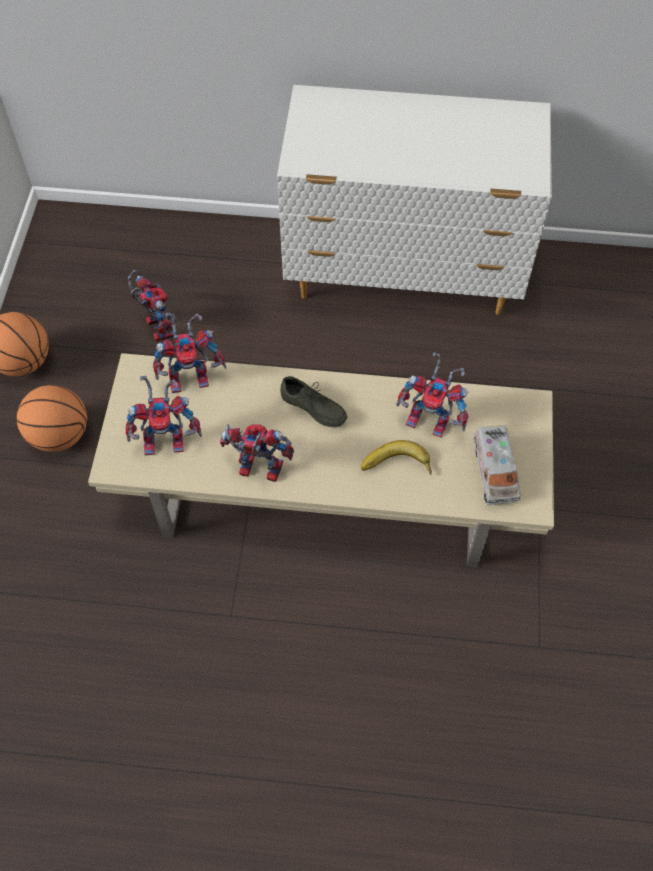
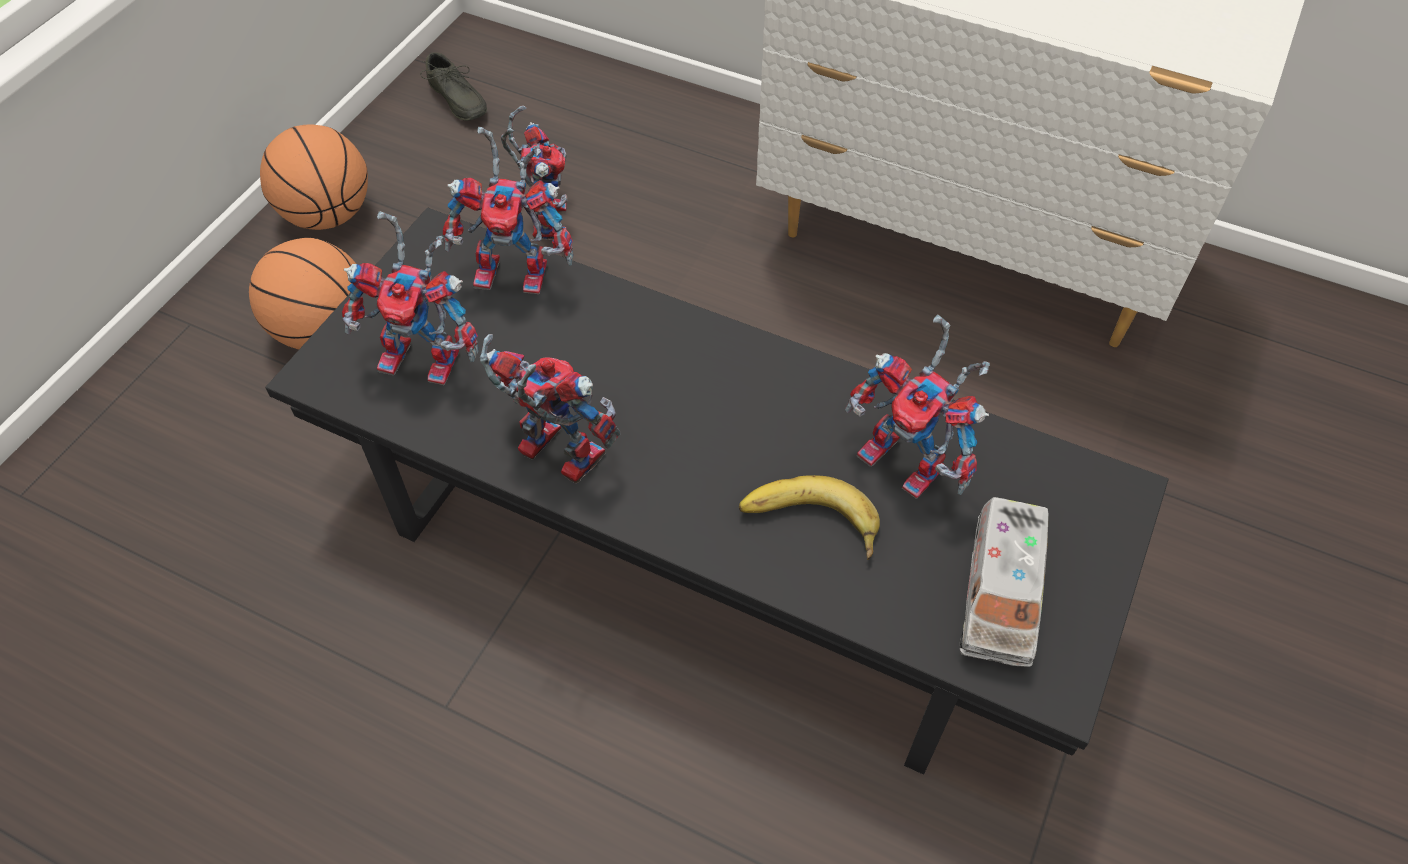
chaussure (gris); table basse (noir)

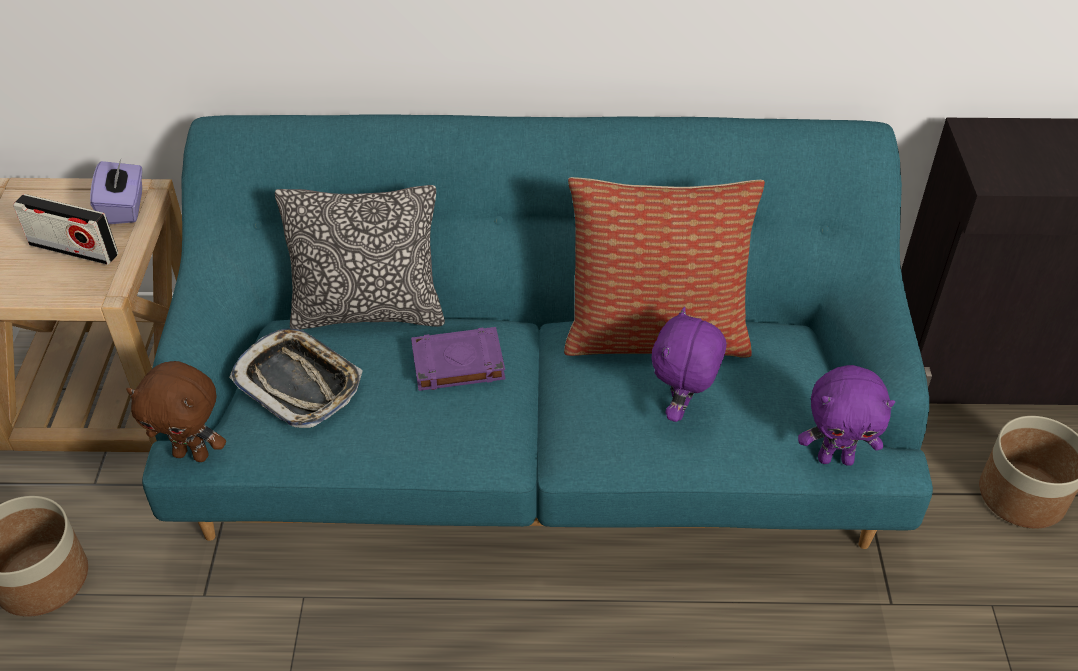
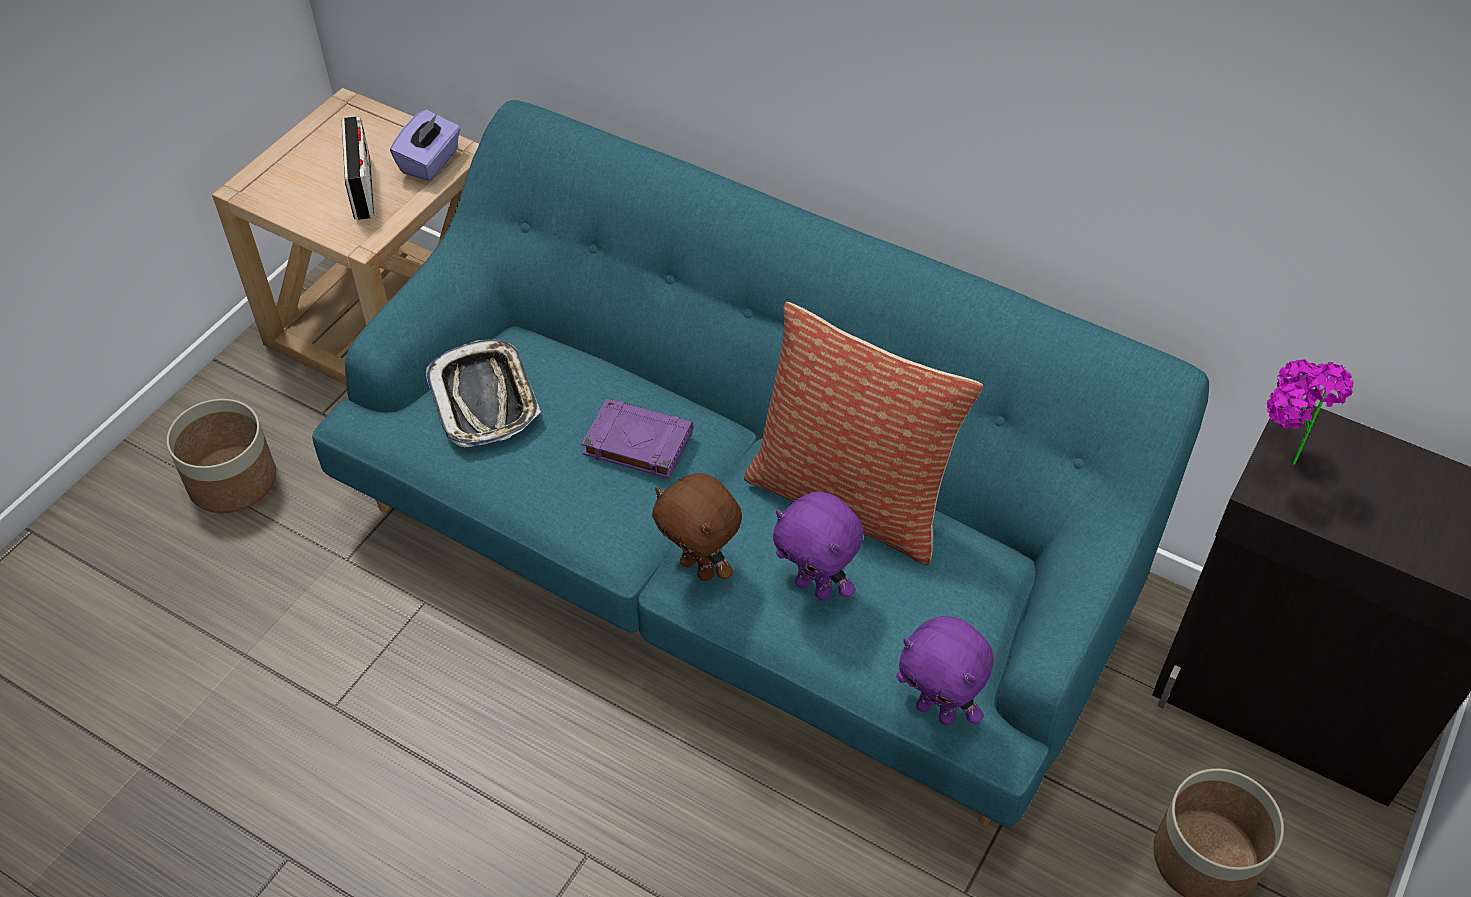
coussin (1st from left in the first image); plante en pot; peluche (marron); radio; peluche (violet) (1st from left)

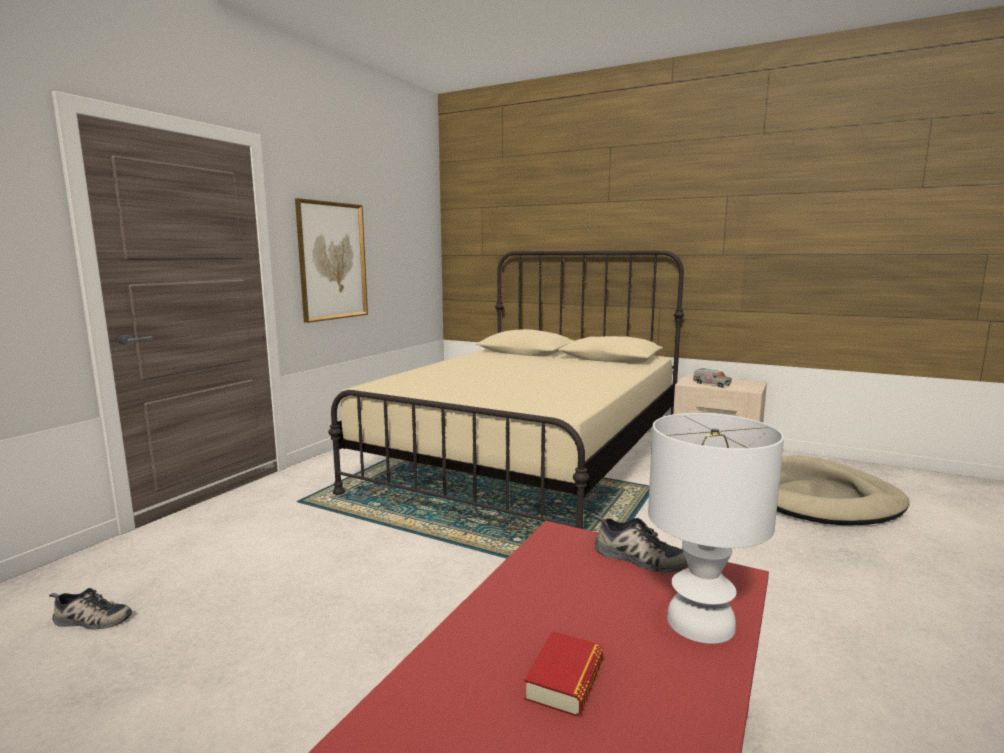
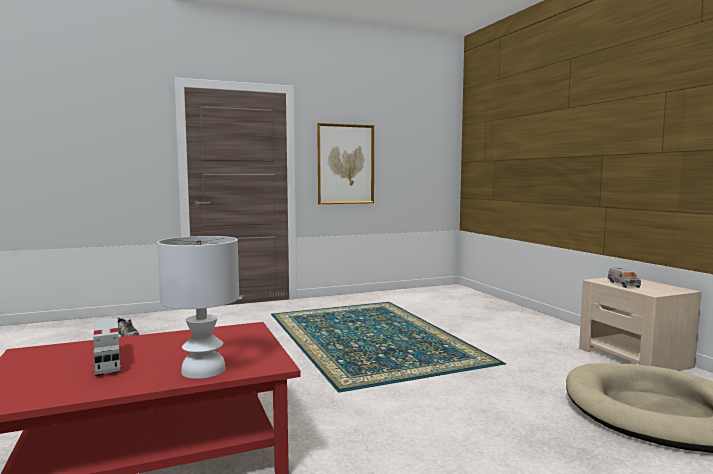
lit (beige); chaussure (2nd from left in the first image); camion jouet (1st from left)

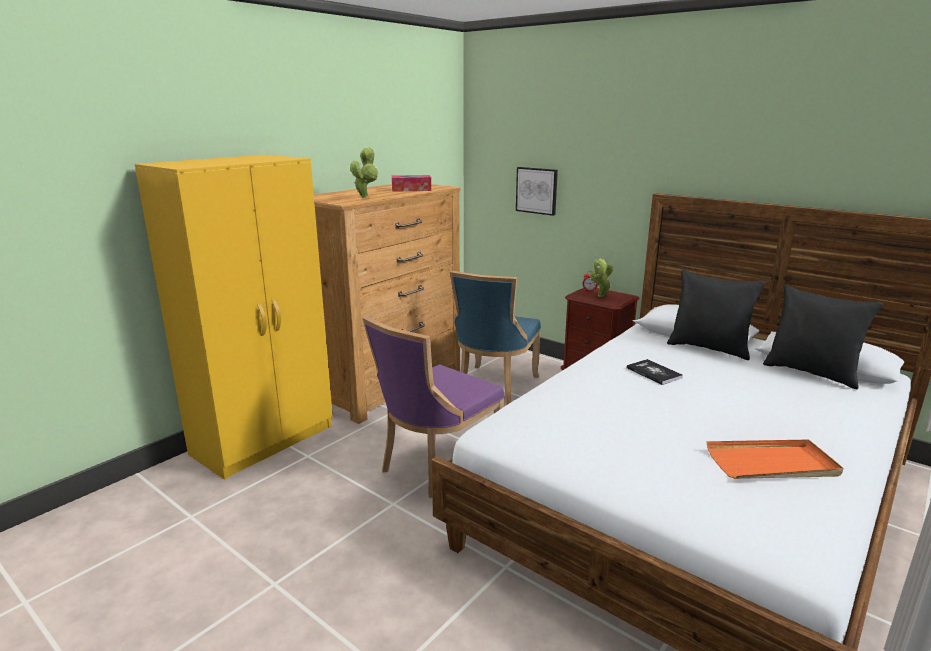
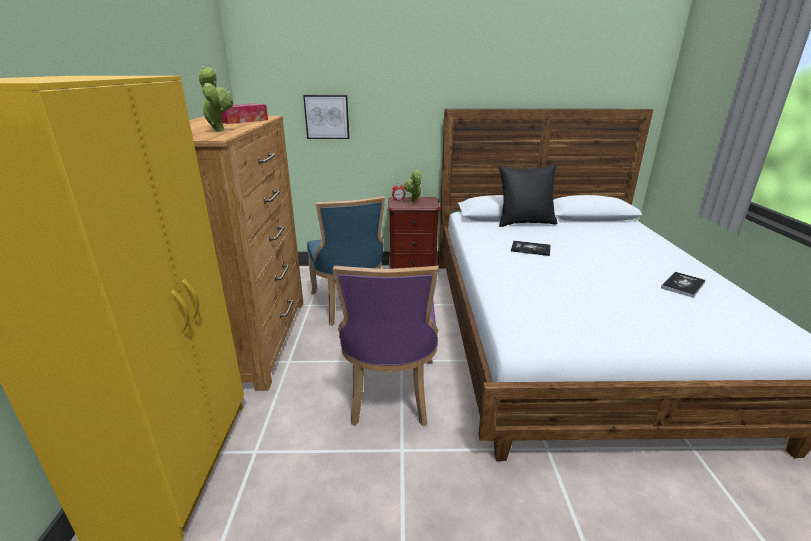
coussin (noir) (2nd from left in the first image); livre (2nd from left)

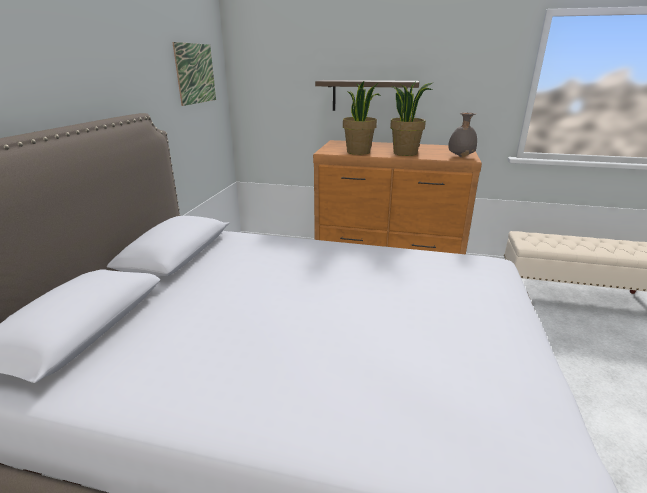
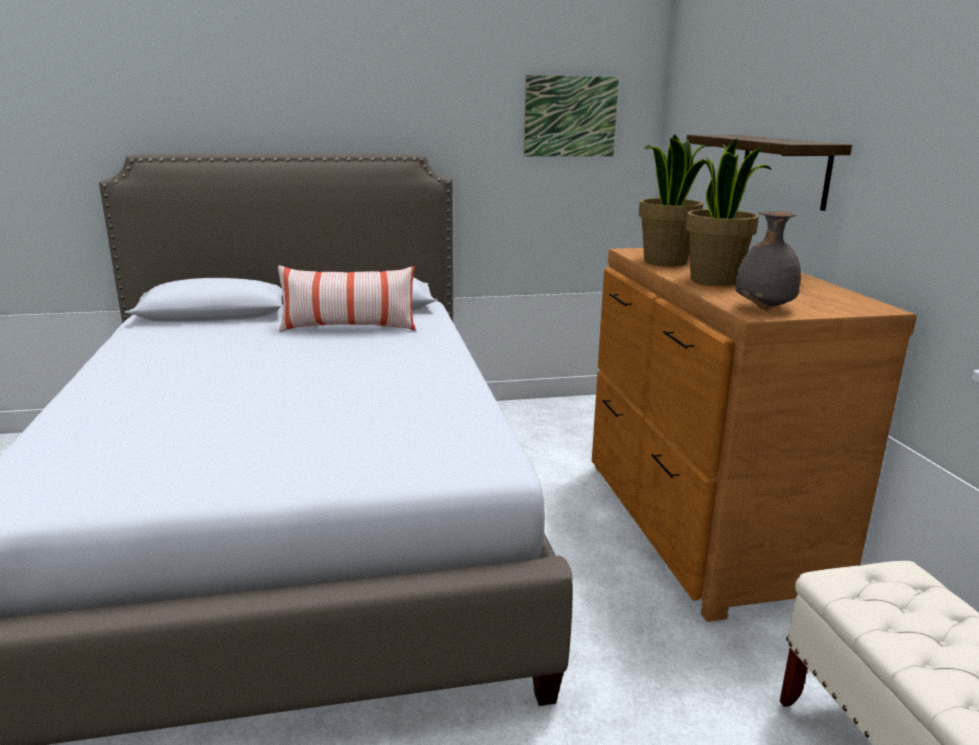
coussin

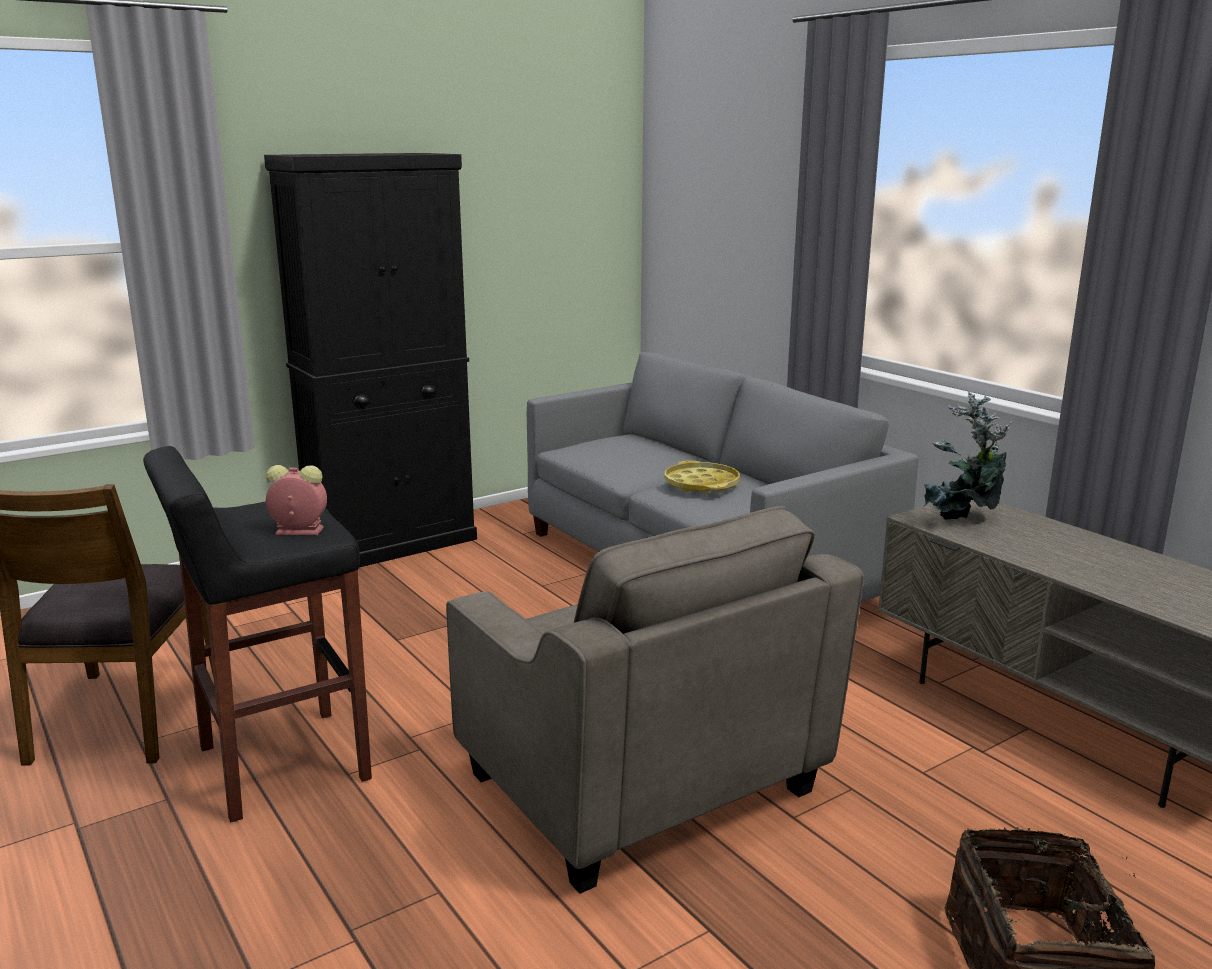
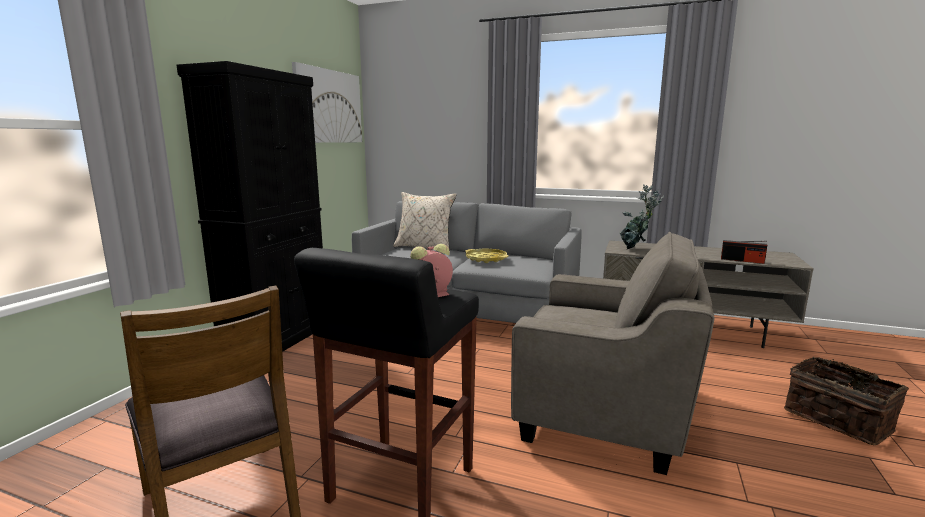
tableau; coussin (beige); radio

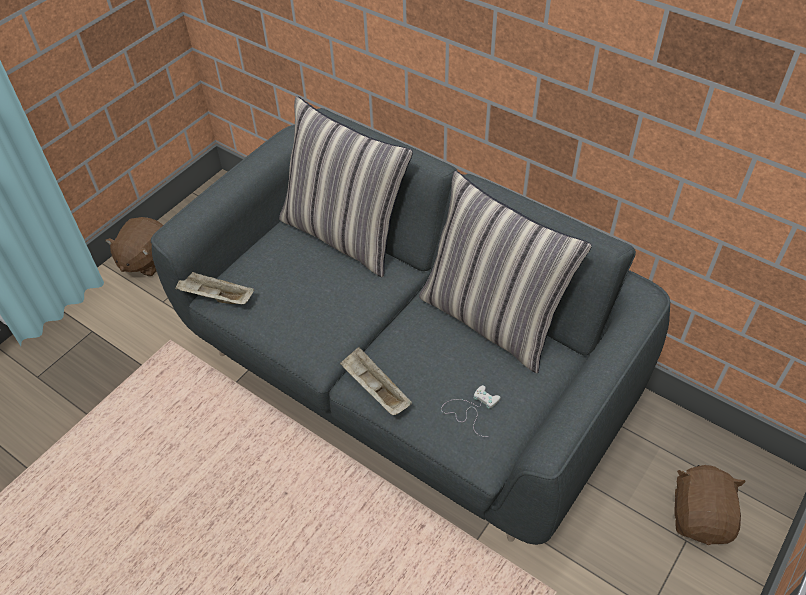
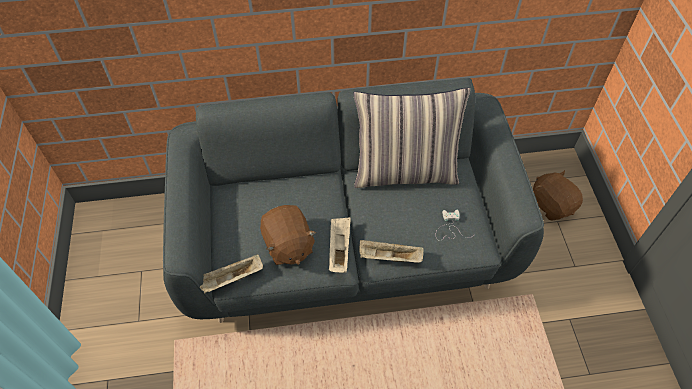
coussin (1st from left in the first image); plateau (beige) (2nd from left); peluche (marron) (1st from left)

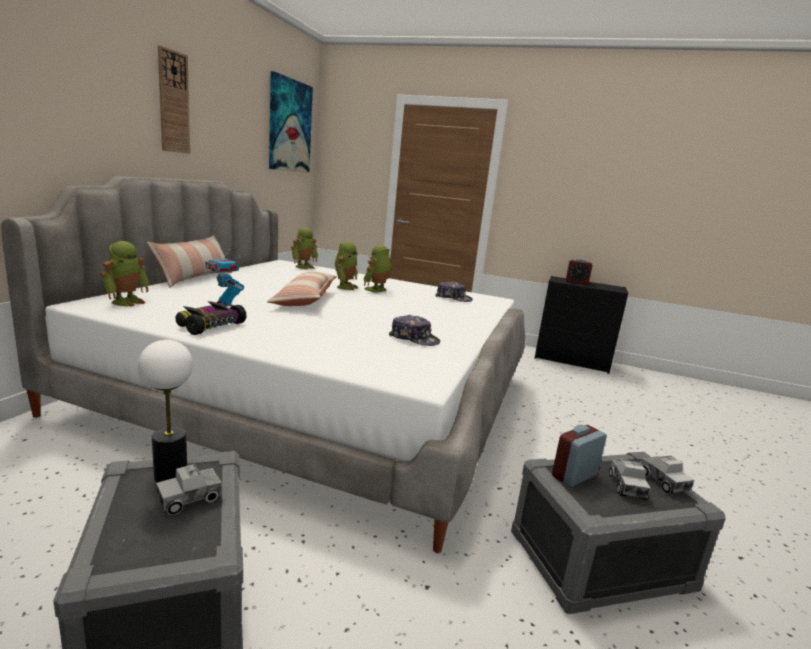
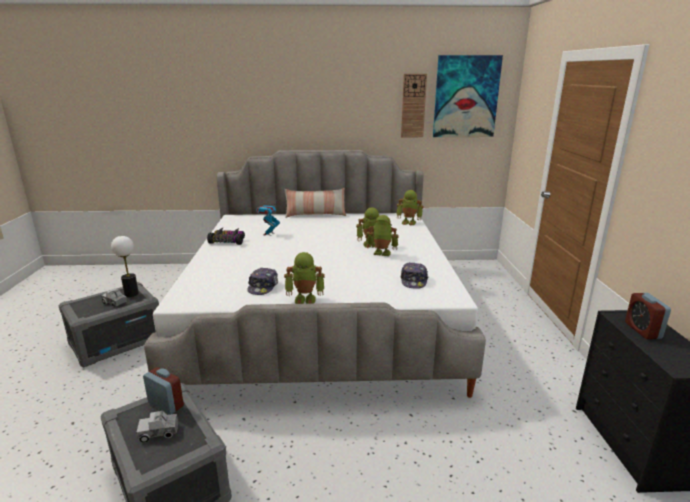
coussin (2nd from left in the first image); camion jouet (3rd from left in the first image); robot jouet (2nd from left); horloge murale

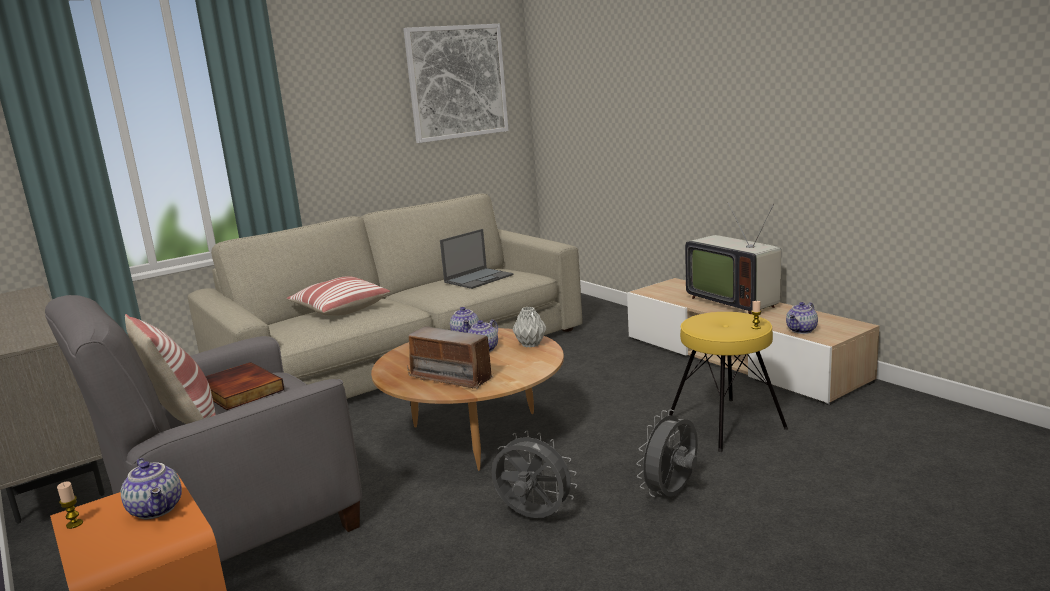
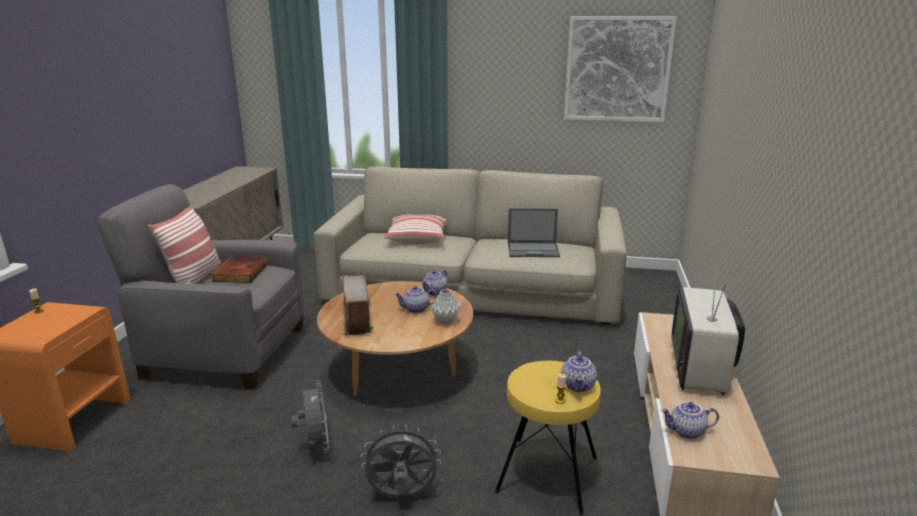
théière (3rd from left)

